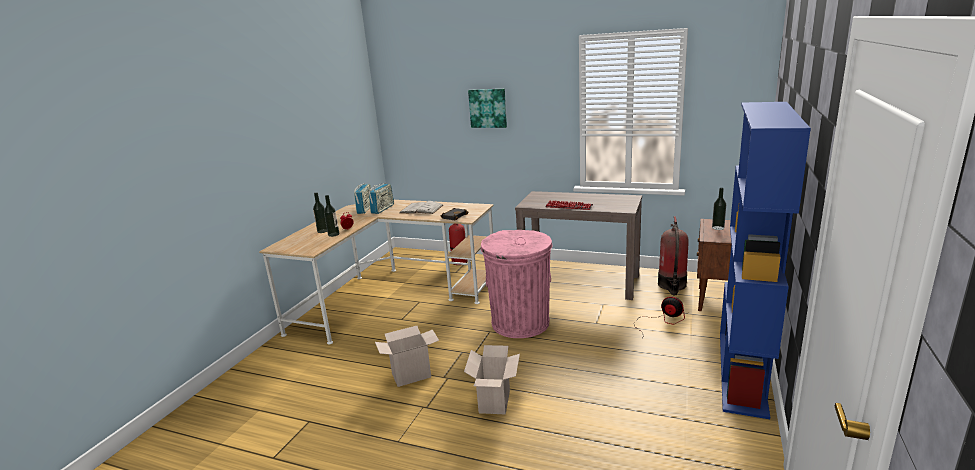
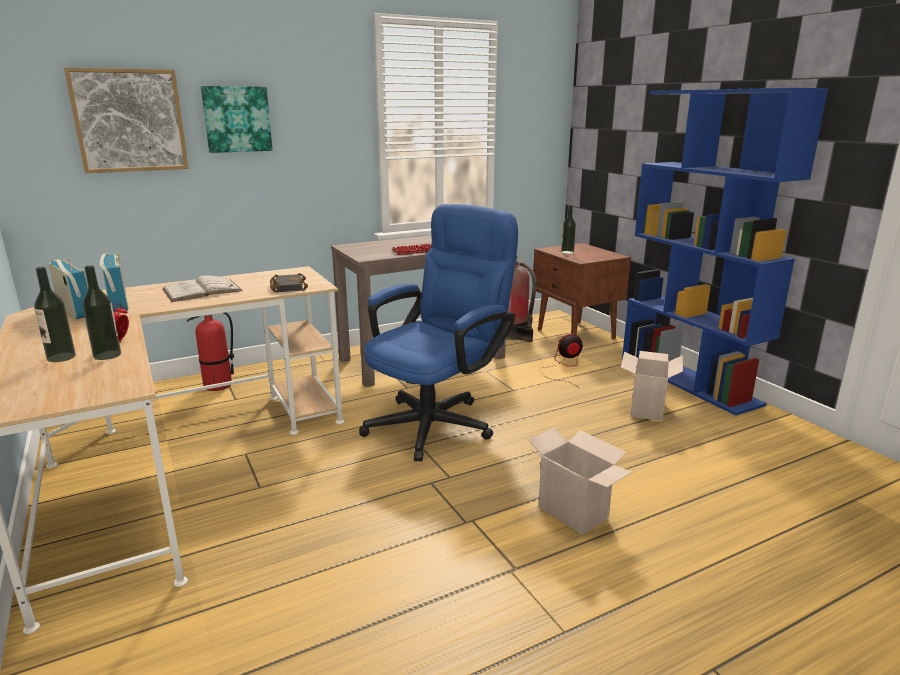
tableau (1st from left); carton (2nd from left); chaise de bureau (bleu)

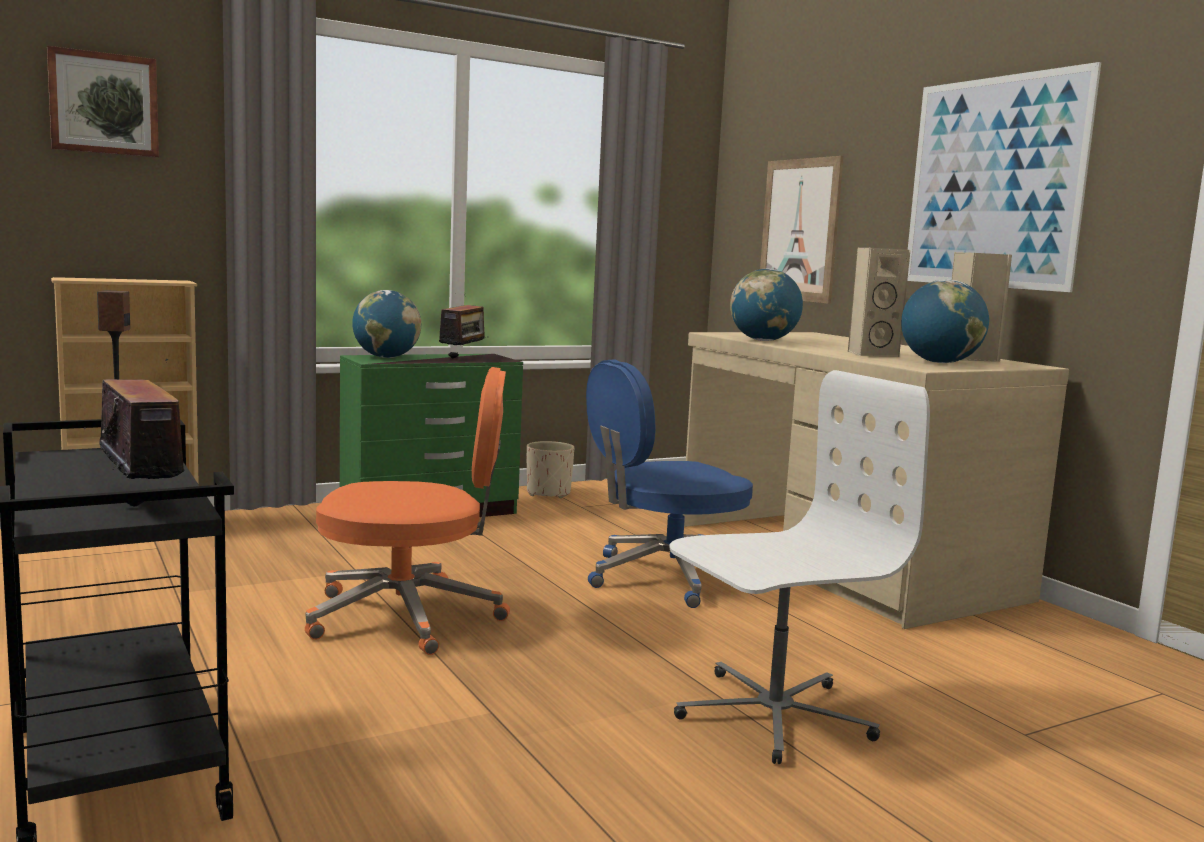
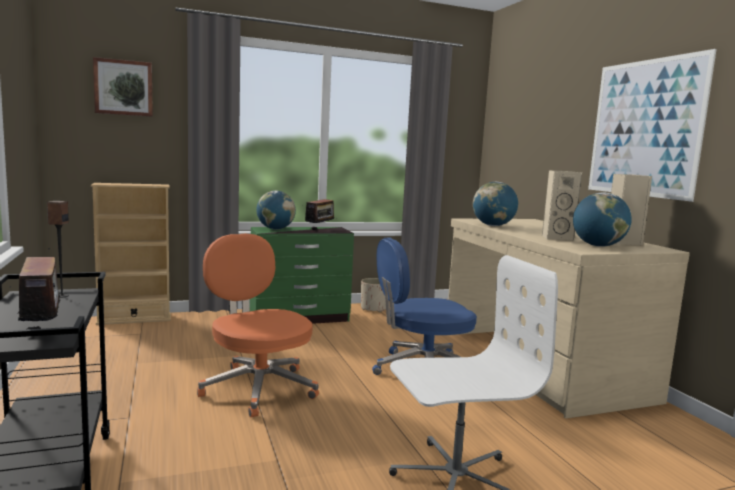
tableau (2nd from left in the first image); chaise de bureau (orange)

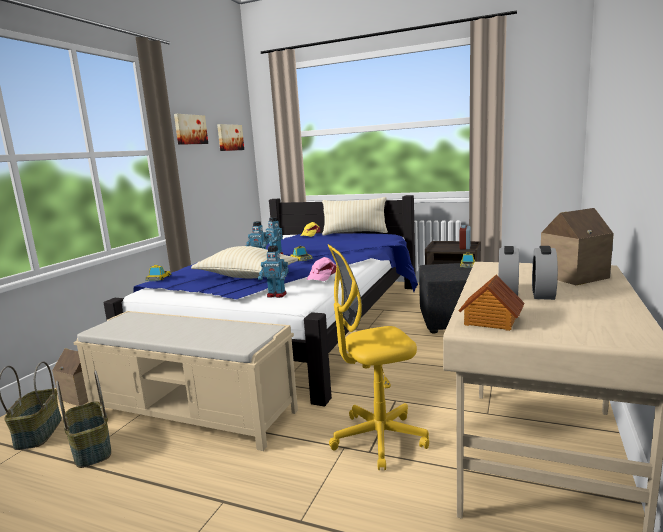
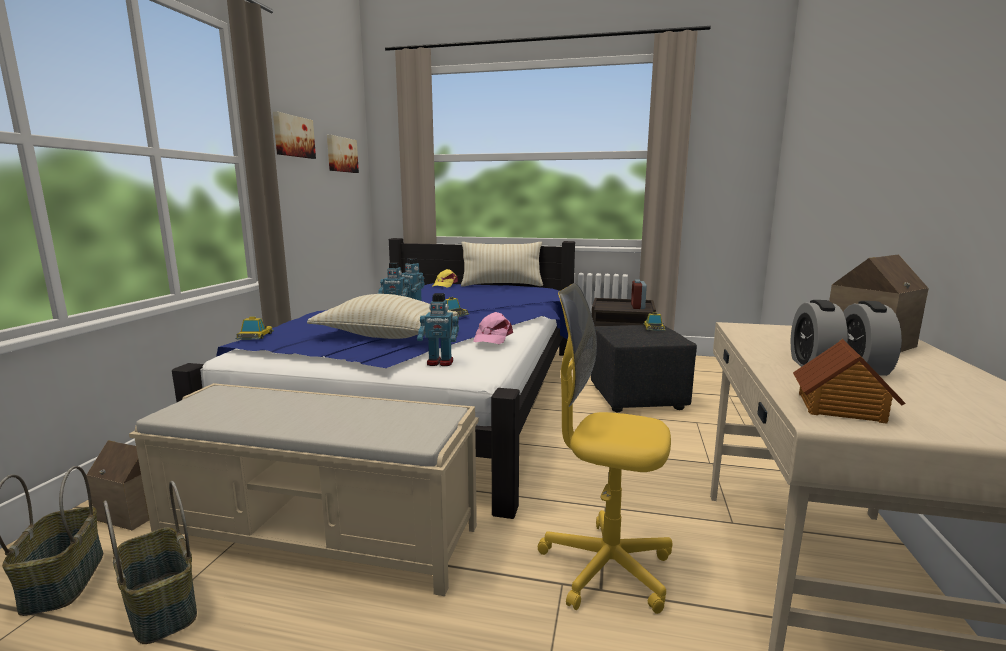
chaise de bureau (jaune)

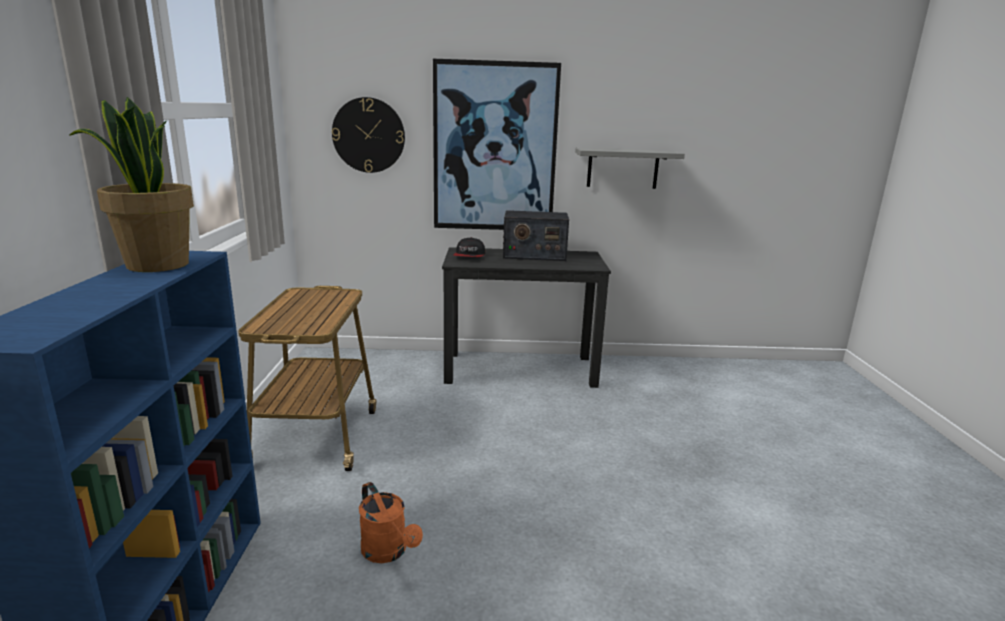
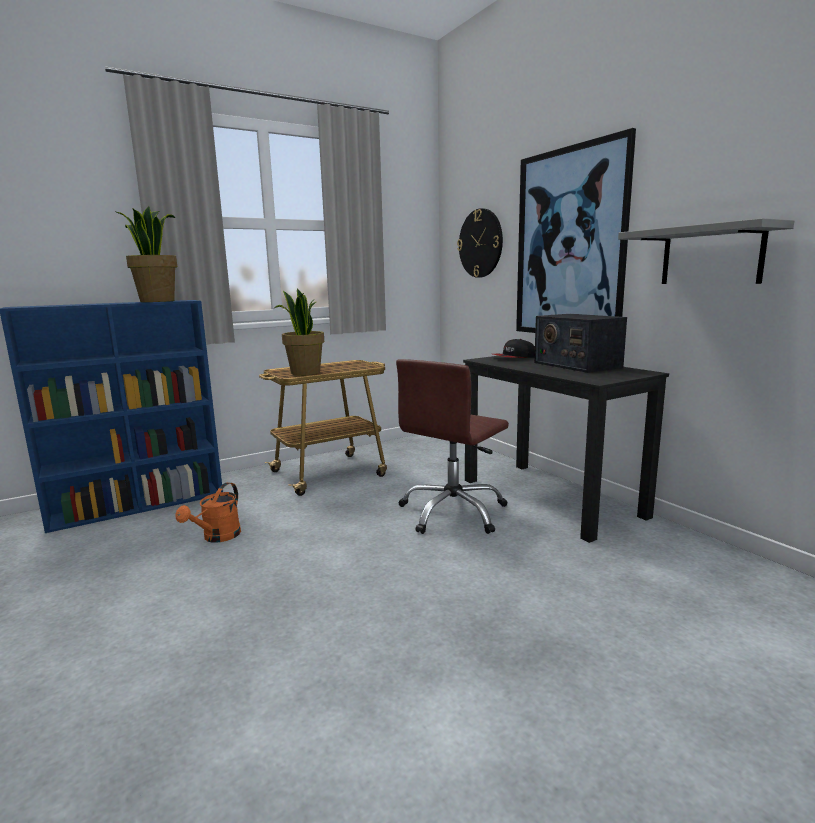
plante en pot (2nd from left); chaise de bureau (marron)

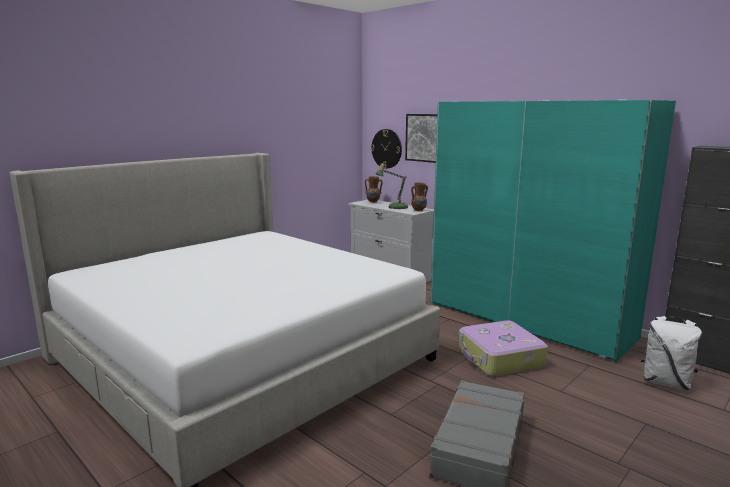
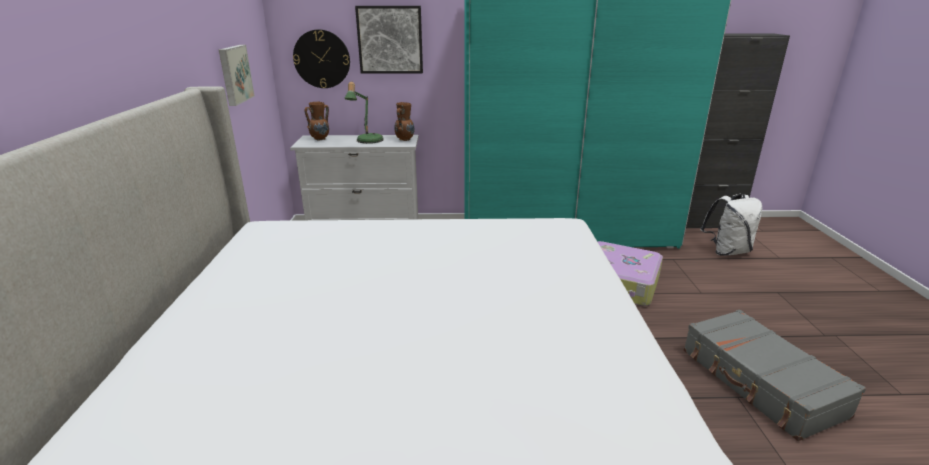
tableau (1st from left)

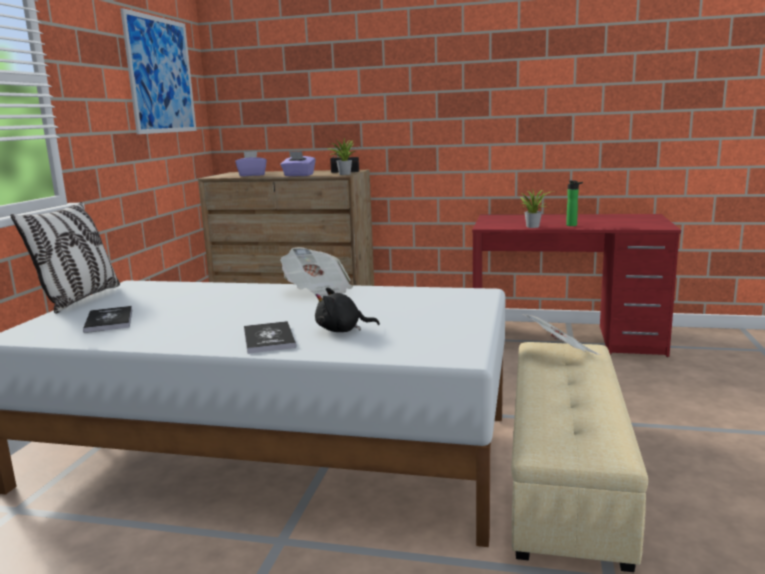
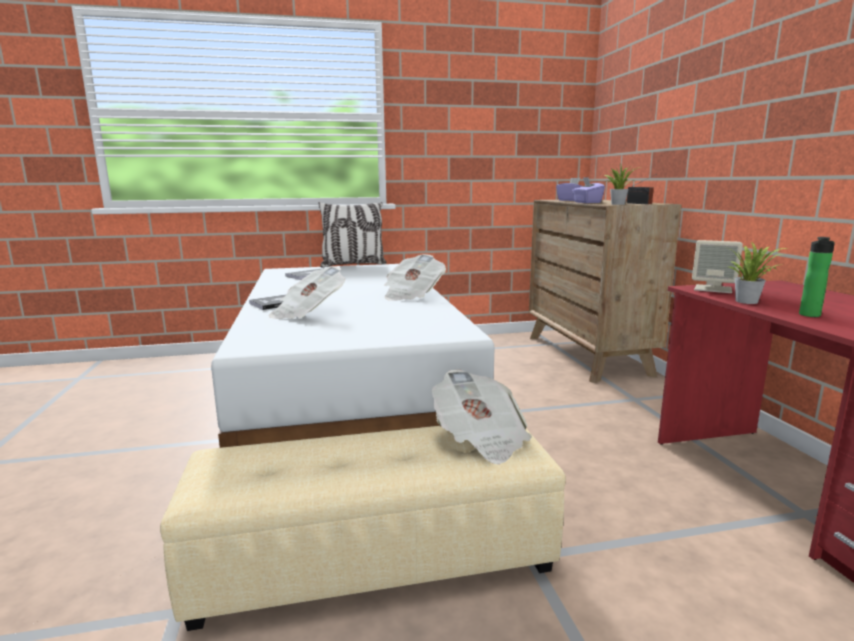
tableau; enceinte (beige); journal (1st from left)

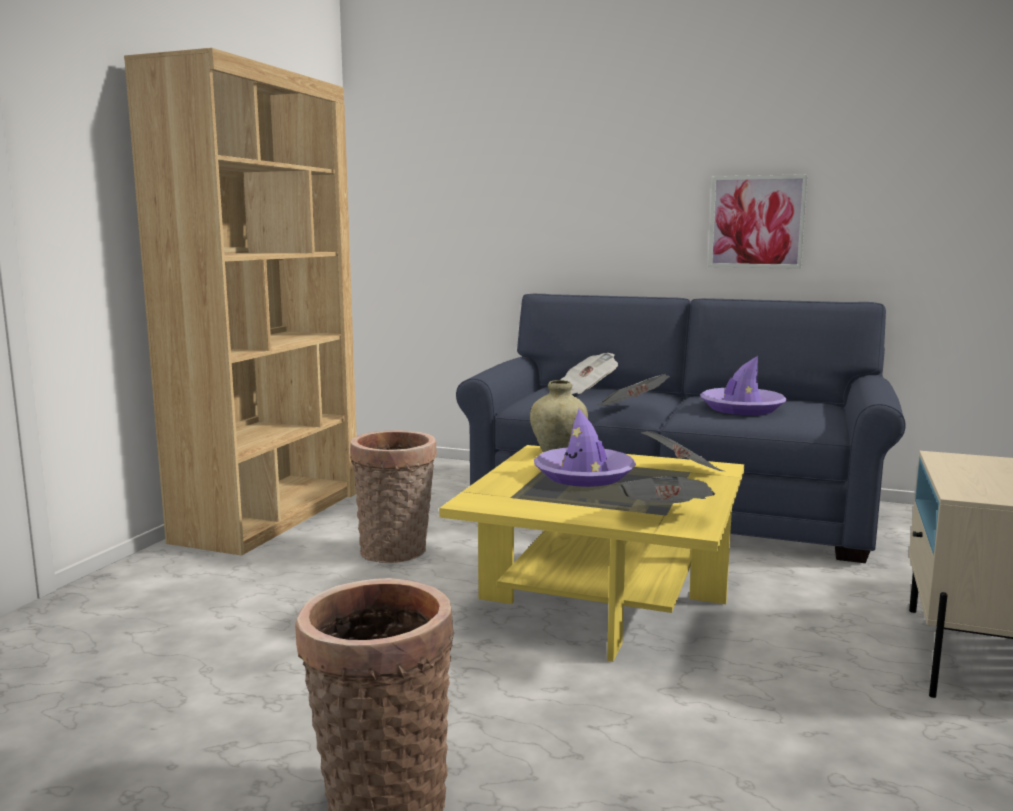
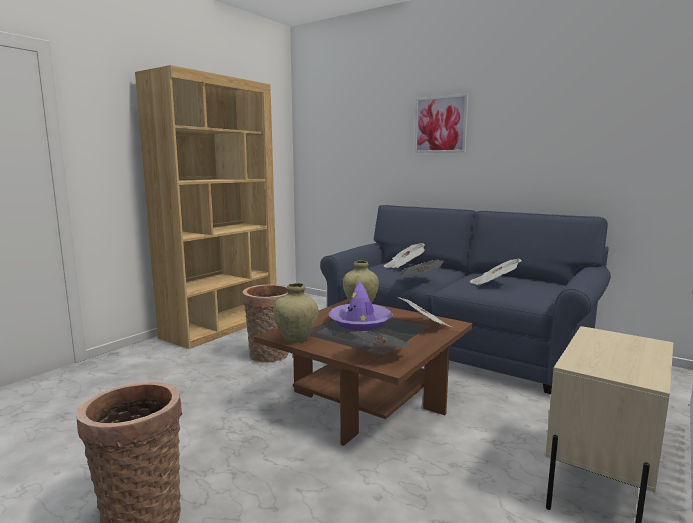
vase (beige) (1st from left); tableau; journal (5th from left); table basse (marron)

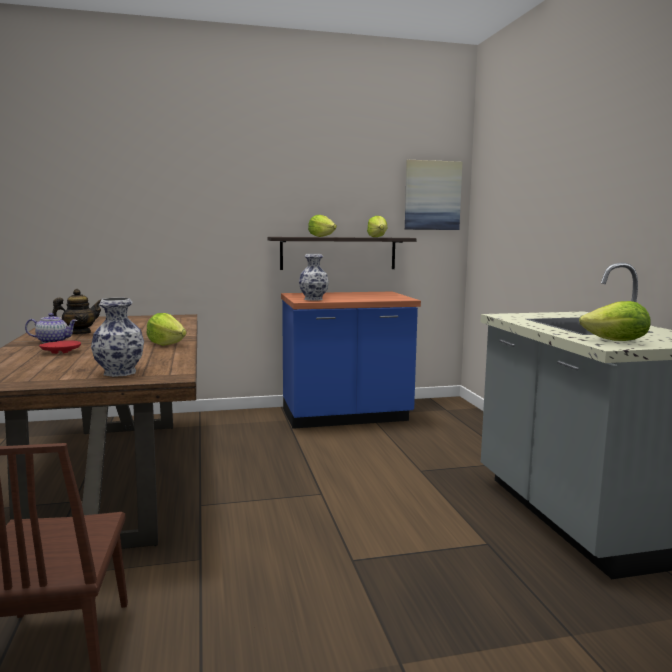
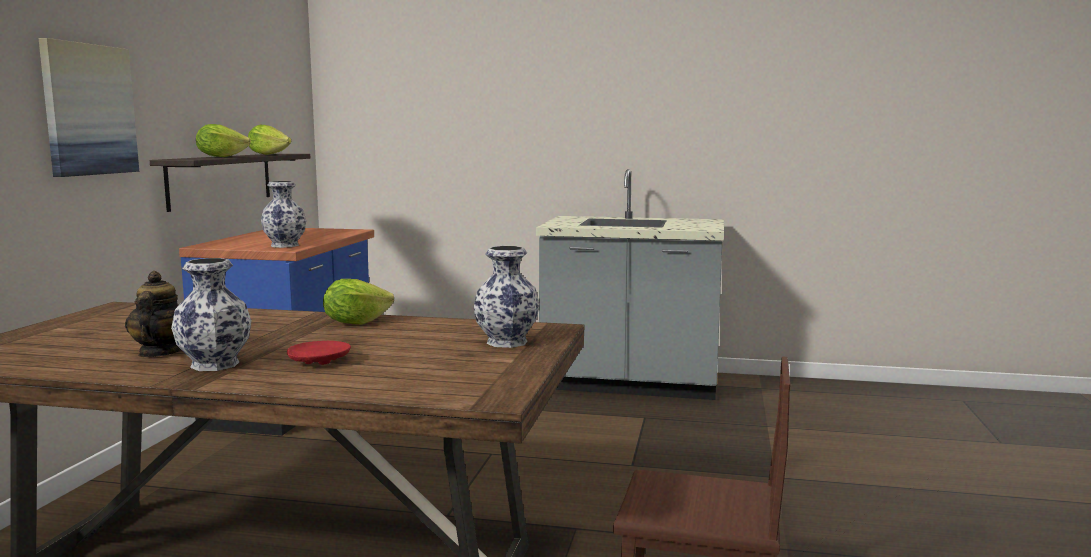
laitue (4th from left in the first image); tableau; vase (1st from left)

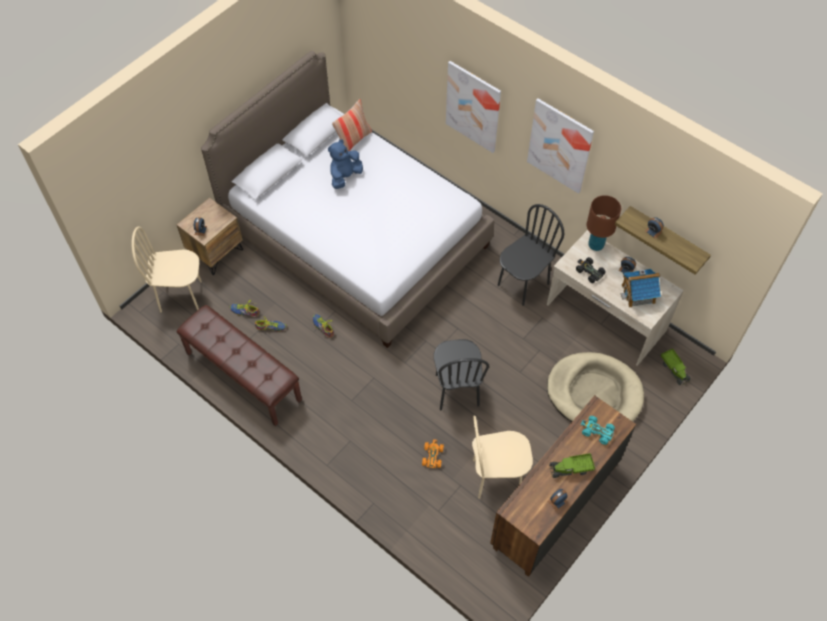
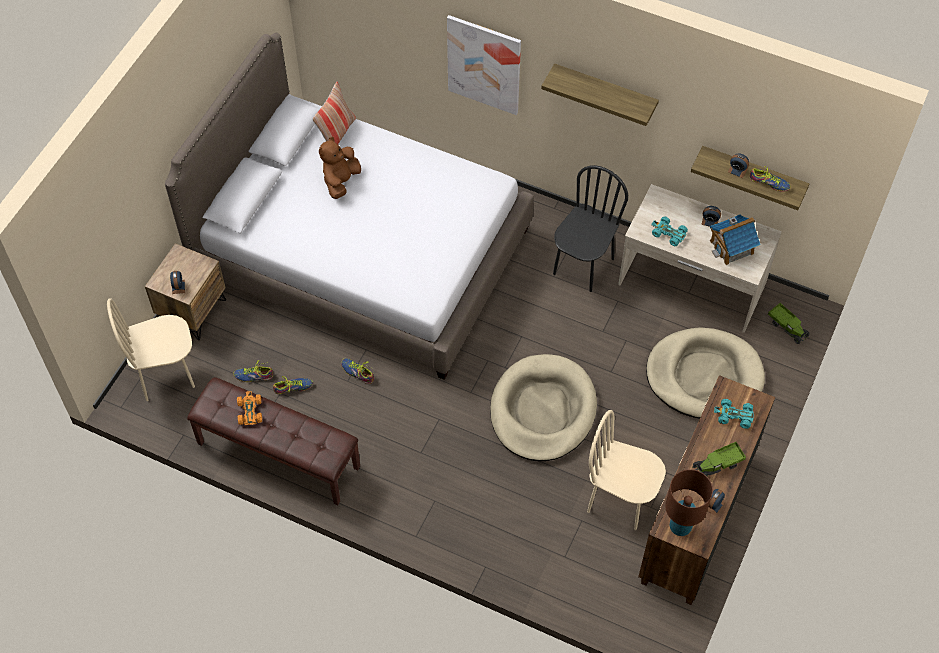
chaussure (4th from left); petite voiture (orange); lampe de table (marron); panier pour chien (beige) (1st from left); étagère (1st from left); peluche (marron); petite voiture (turquoise) (1st from left); chaise (beige) (2nd from left)

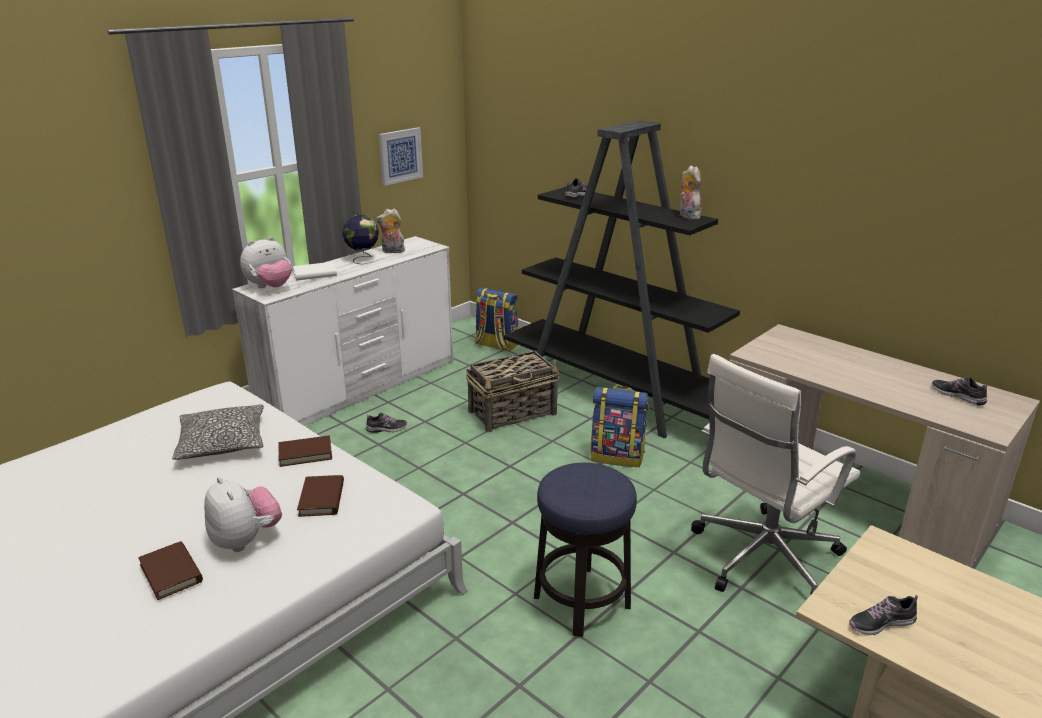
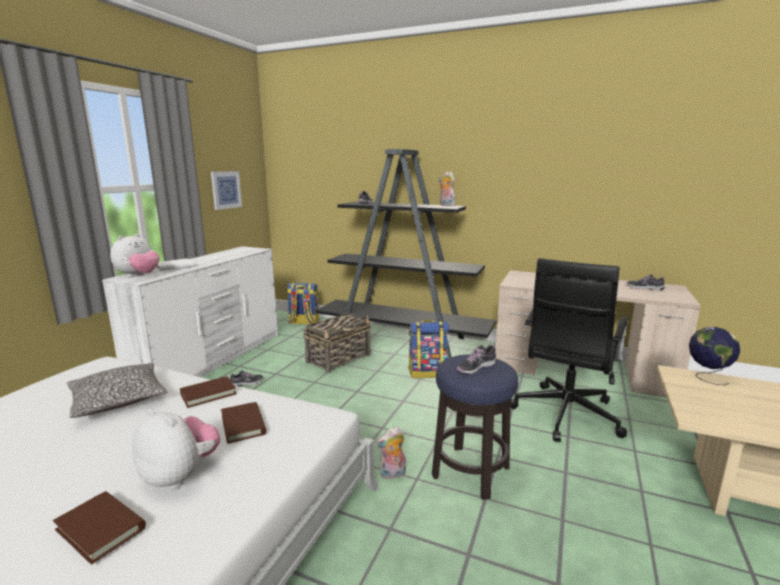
globe; peluche (3rd from left); chaussure (3rd from left); chaise de bureau (noir)

